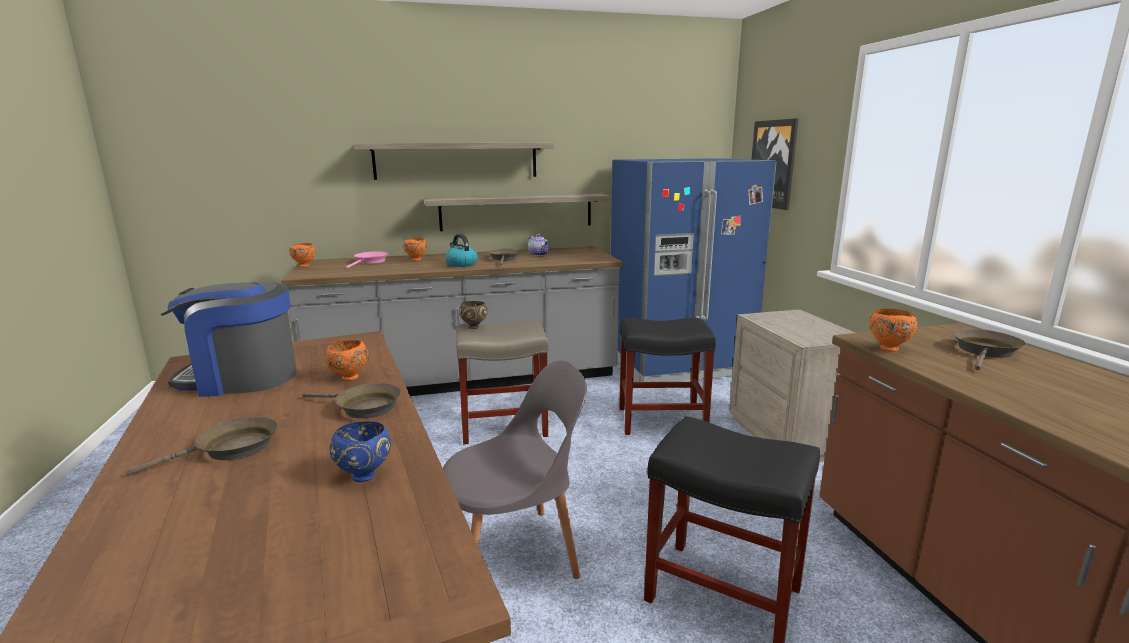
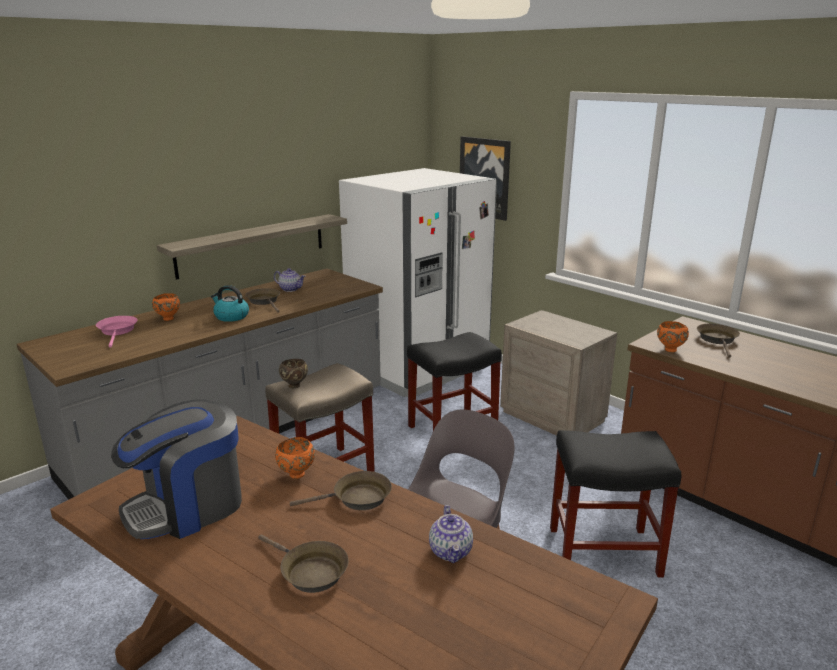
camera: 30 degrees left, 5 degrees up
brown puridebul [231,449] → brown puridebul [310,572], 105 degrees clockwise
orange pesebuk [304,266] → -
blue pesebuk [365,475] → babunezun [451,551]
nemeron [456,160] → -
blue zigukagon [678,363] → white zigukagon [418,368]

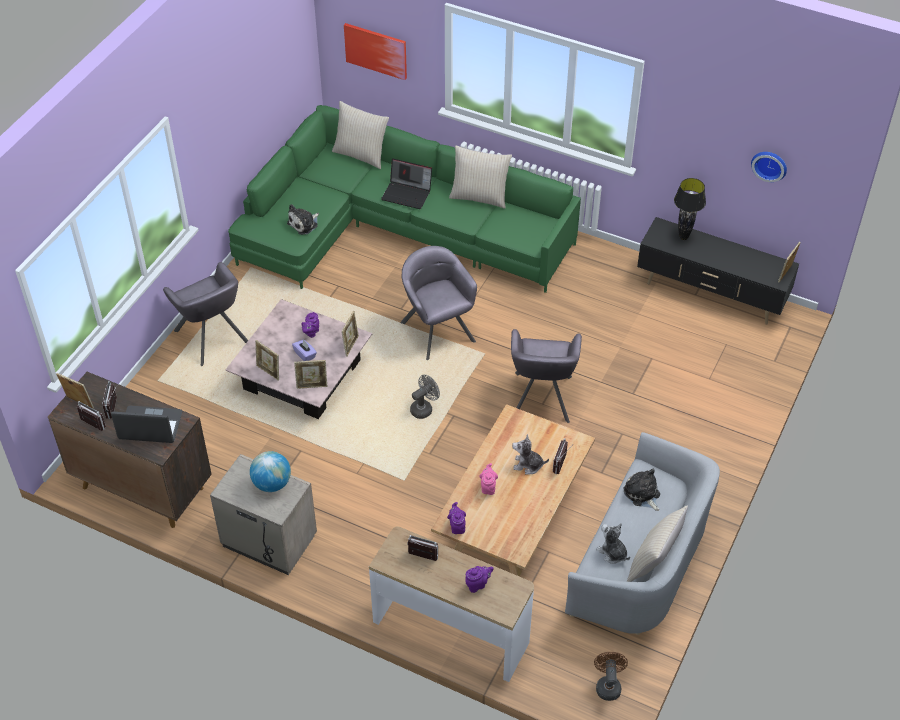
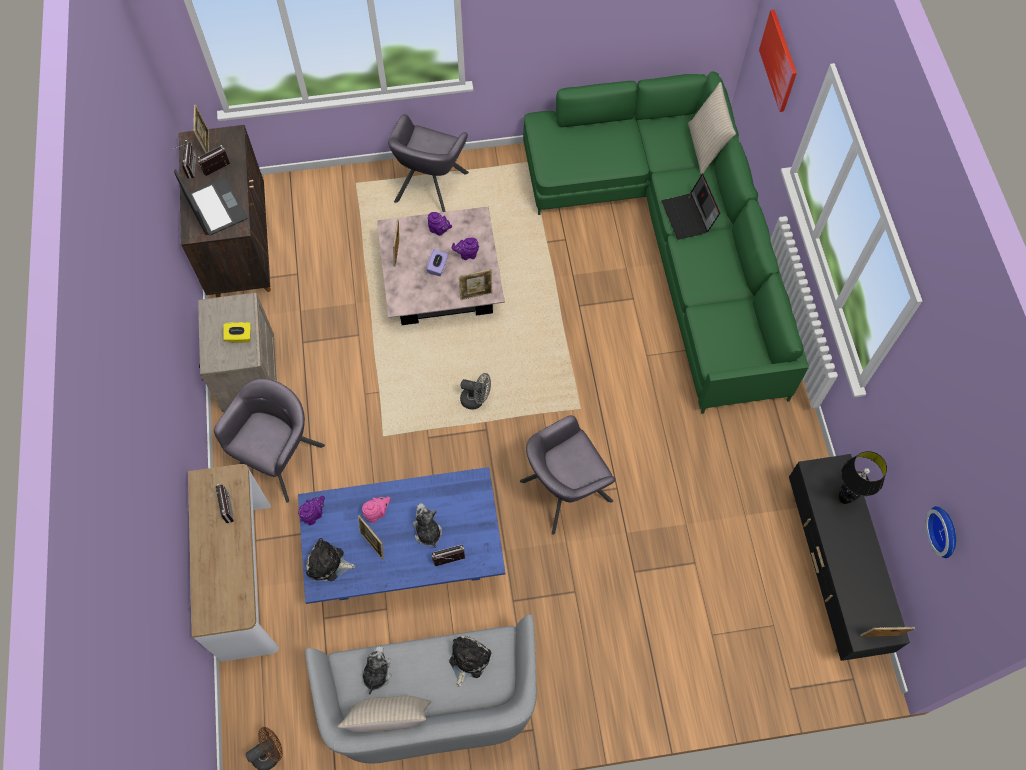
camera: 55 degrees right, 15 degrees up
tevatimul [272,483] → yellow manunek [239,337]
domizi [304,224] → domizi [328,564], relocated
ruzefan [312,386] → ruzefan [373,544], relocated
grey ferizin [438,331] → grey ferizin [280,459], relocated
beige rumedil [513,516] → blue rumedil [405,553]
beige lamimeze [479,197] → -
purple babunezun [477,584] → purple babunezun [439,230], relocated

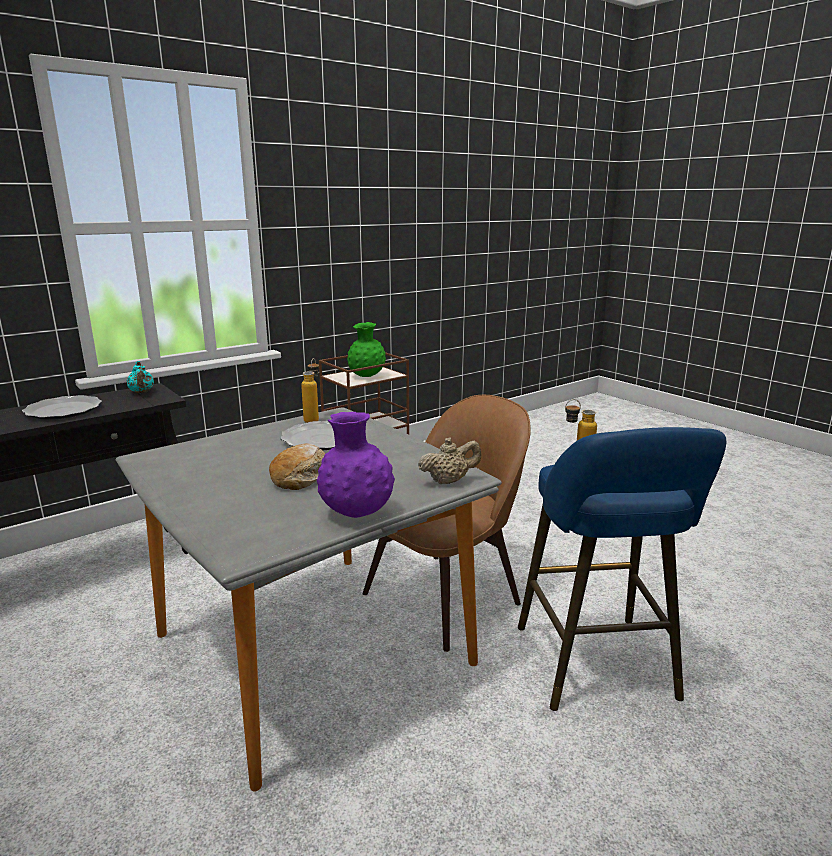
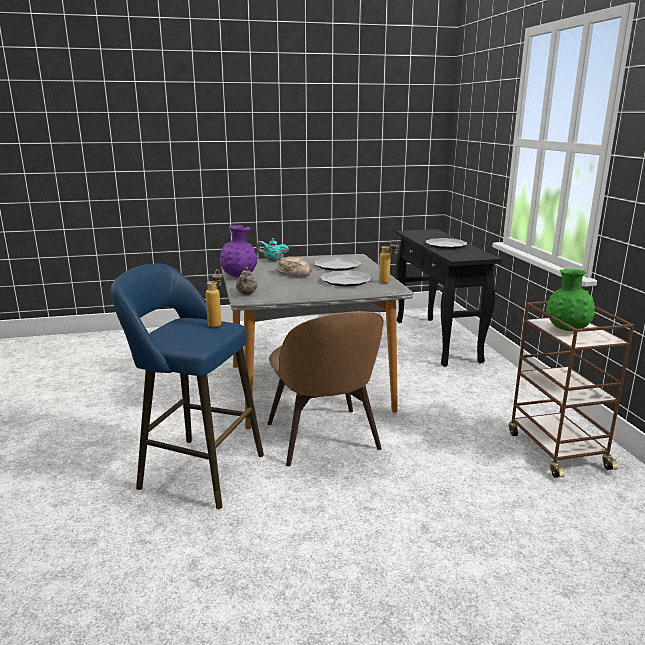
camera: 115 degrees right, 0 degrees up
turquoise babunezun [142,392] → turquoise babunezun [272,260], relocated
- → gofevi [337,266]

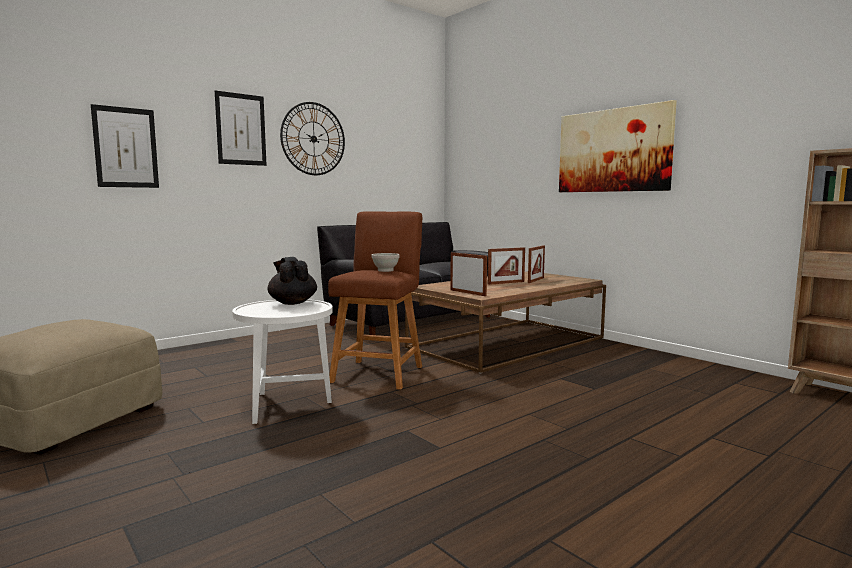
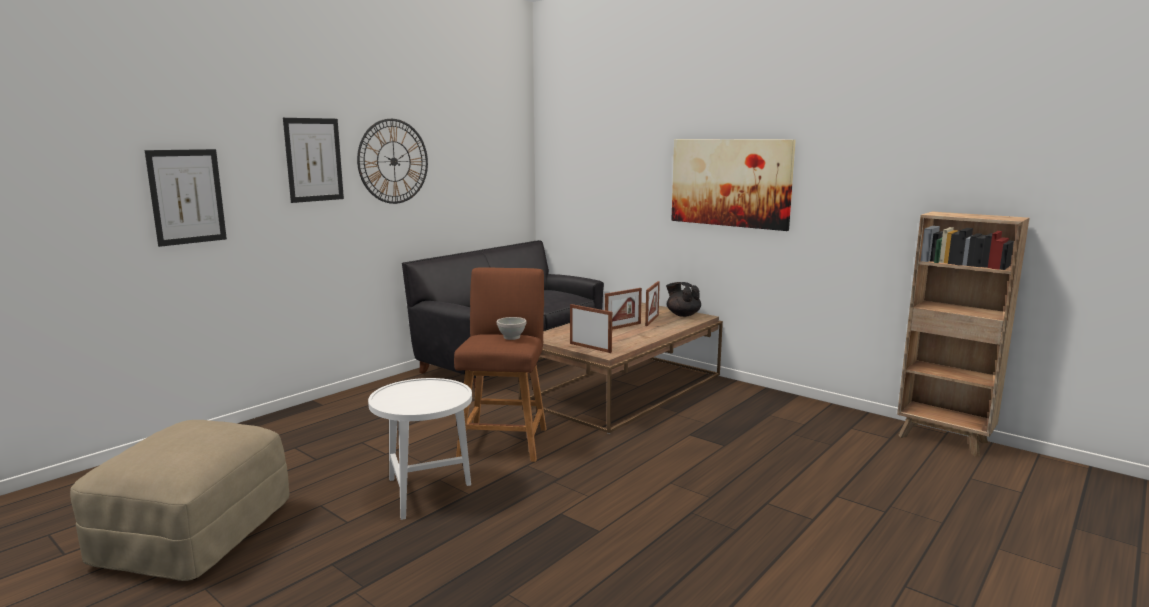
camera: 10 degrees left, 5 degrees up
black babunezun [292,303] → black babunezun [682,315], relocated

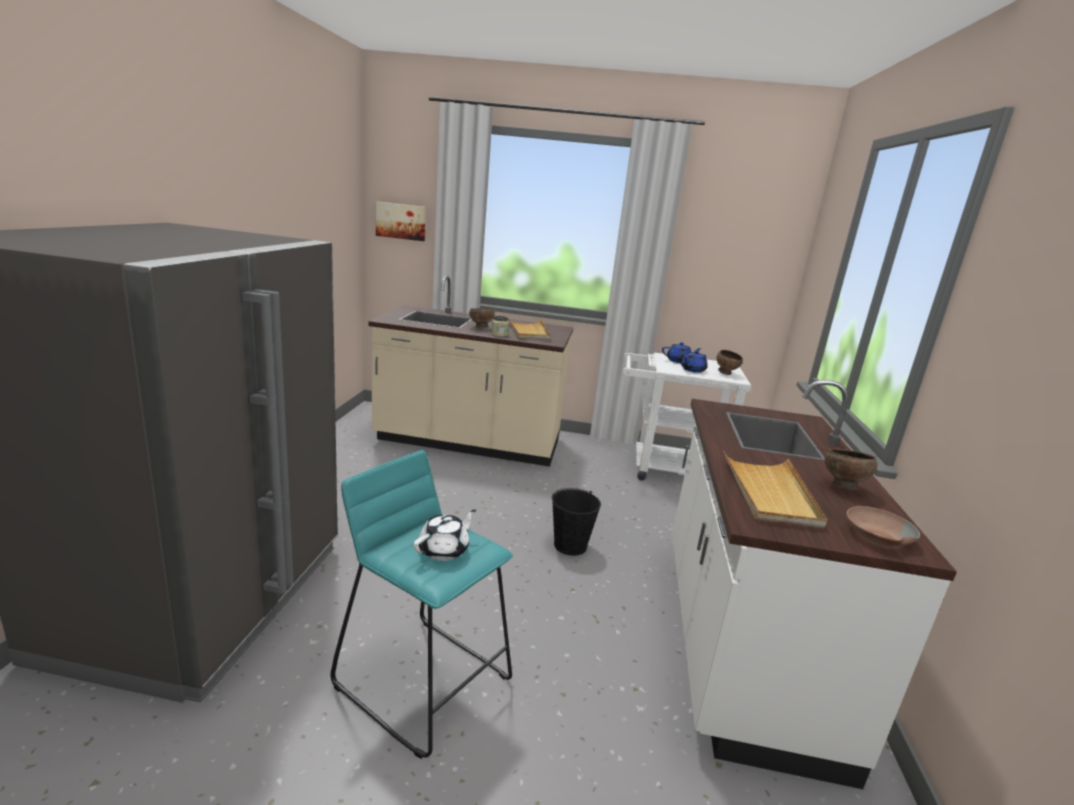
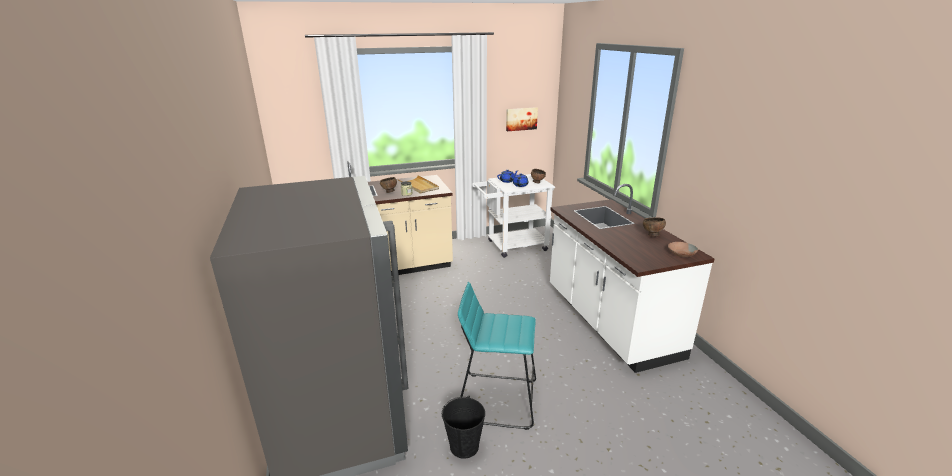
camera: 25 degrees left, 5 degrees up
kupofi [401,221] → kupofi [521,119], relocated
white babunezun [444,550] → -
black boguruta [570,545] → black boguruta [464,446], relocated
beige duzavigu [769,492] → -

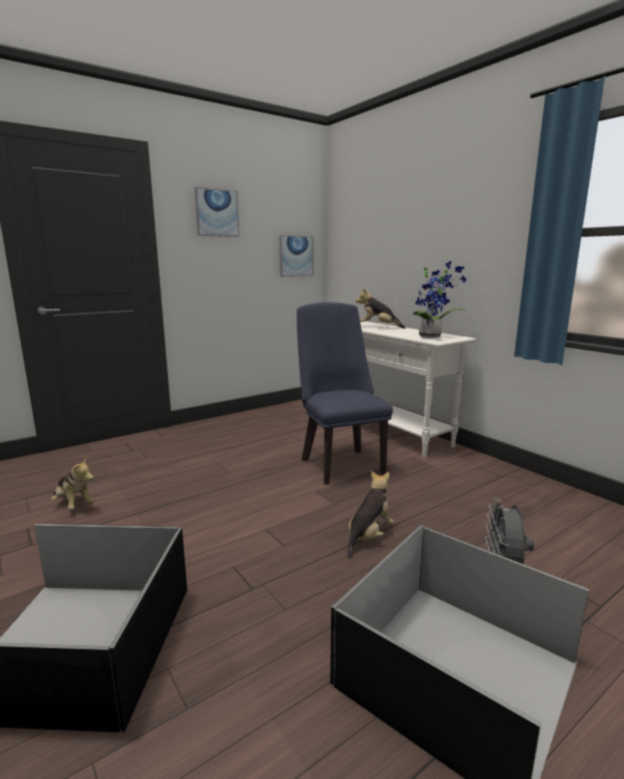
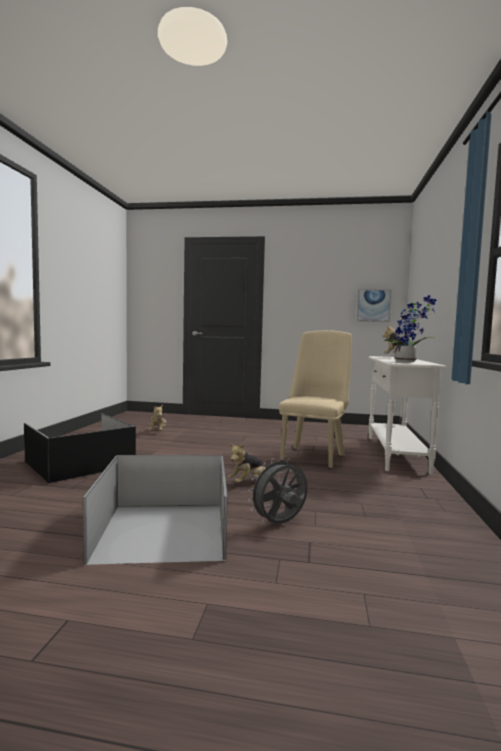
camera: 45 degrees right, 10 degrees down
kupofi [217,213] → -
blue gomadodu [339,463] → beige gomadodu [313,455]
domizi [369,536] → domizi [249,482], 150 degrees clockwise

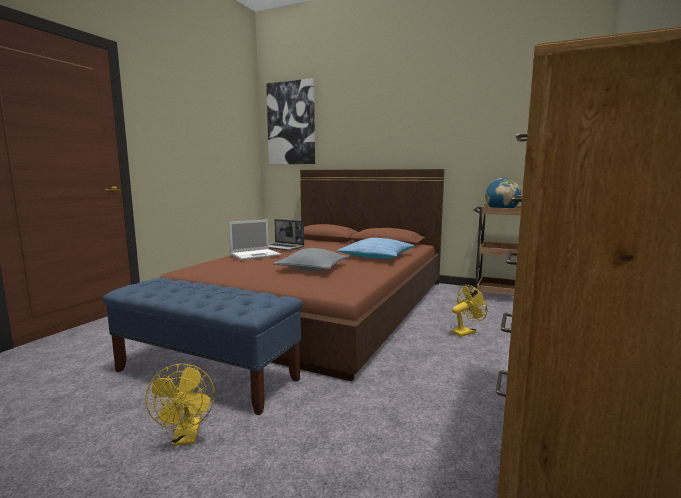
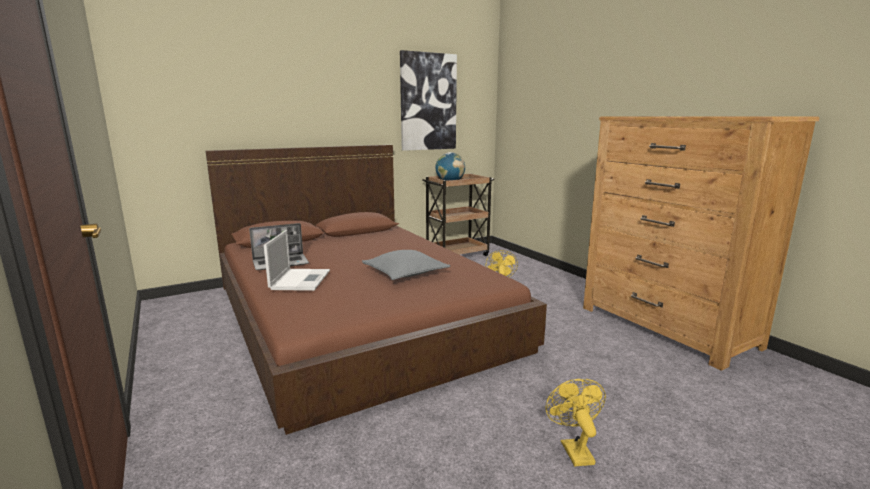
camera: 55 degrees left, 5 degrees up
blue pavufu [206,375] → -
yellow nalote [186,437] → yellow nalote [574,449], 120 degrees counterclockwise
kupofi [291,123] → kupofi [428,102], relocated
lamimeze [376,256] → -

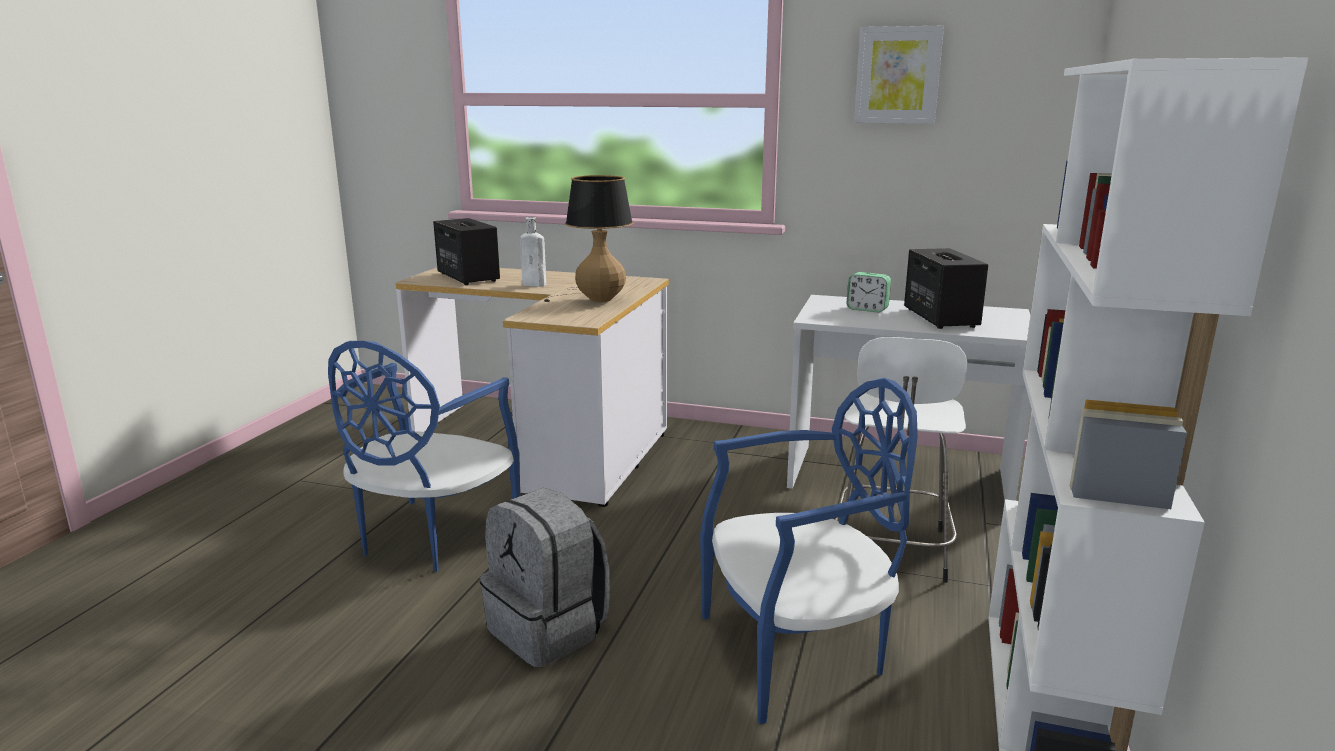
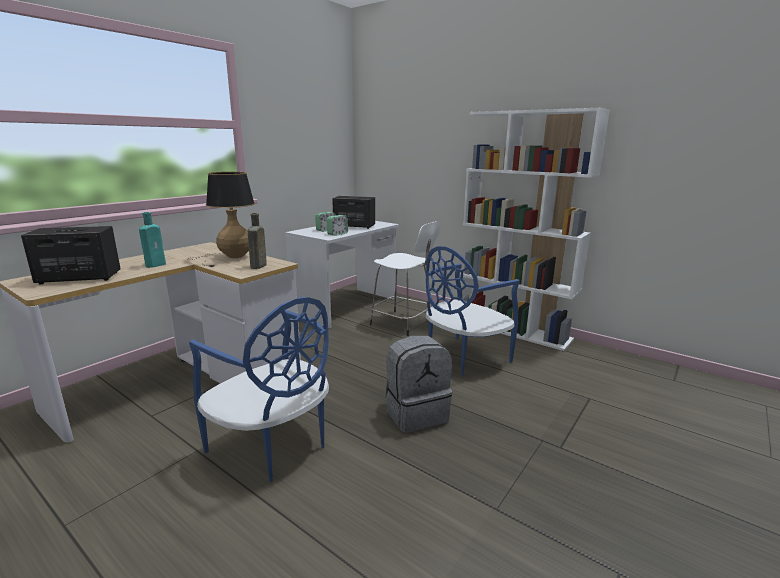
camera: 70 degrees left, 0 degrees up
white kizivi [536,285] → turquoise kizivi [157,264]
blue gomadodu [797,653] → blue gomadodu [463,357], 135 degrees counterclockwise
kupofi [897,75] → -
- → brown kizivi [258,266]
- → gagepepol [337,234]

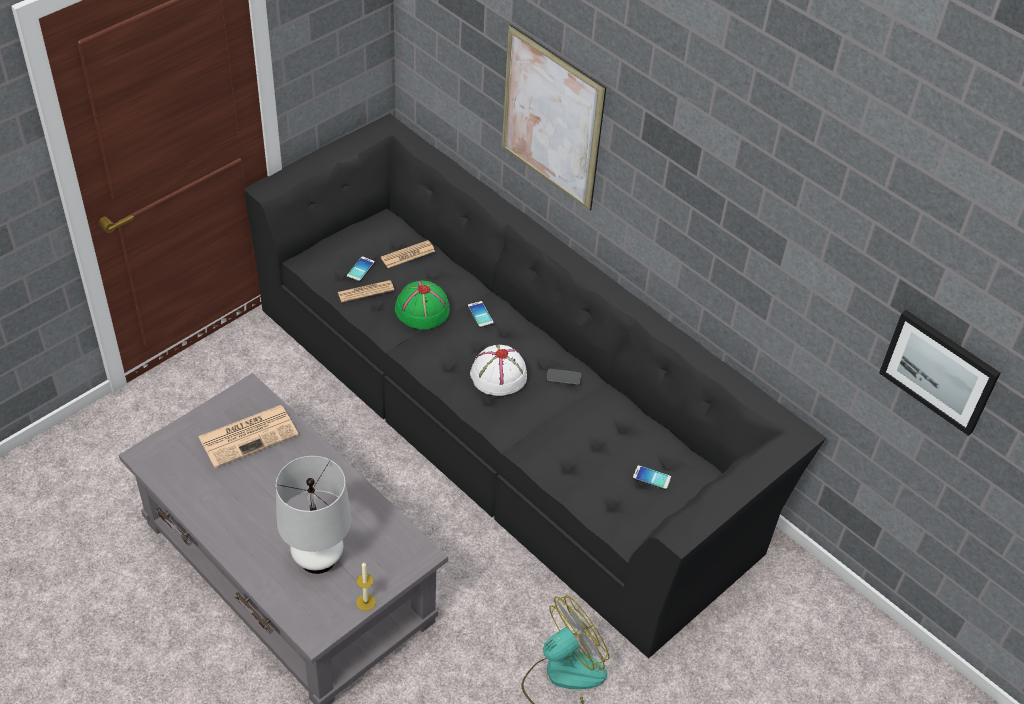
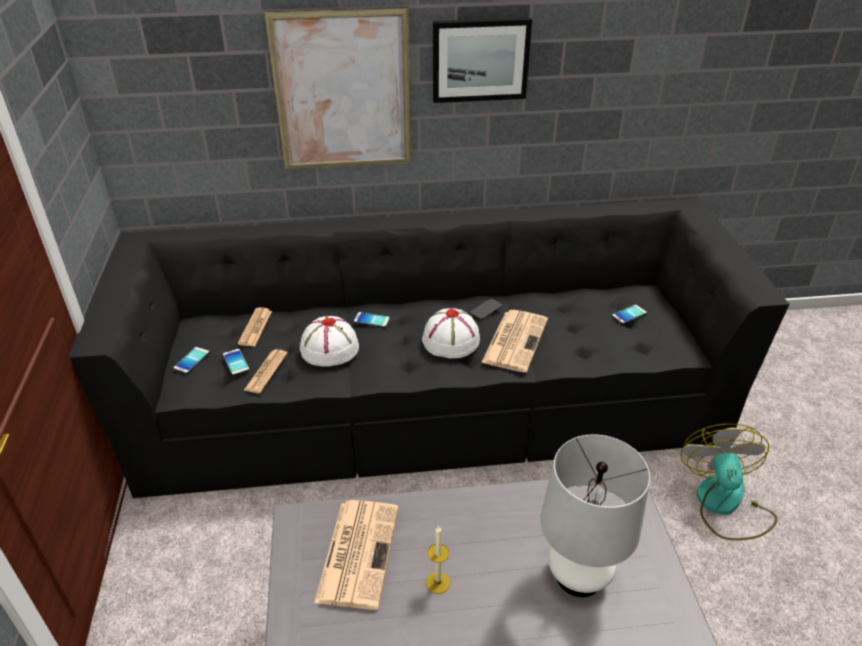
camera: 50 degrees left, 10 degrees down
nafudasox [366,602] → nafudasox [438,582], relocated
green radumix [421,310] → white radumix [329,348]
kupofi [939,371] → kupofi [480,60], relocated
- → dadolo [192,360]
- → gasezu [515,340]

